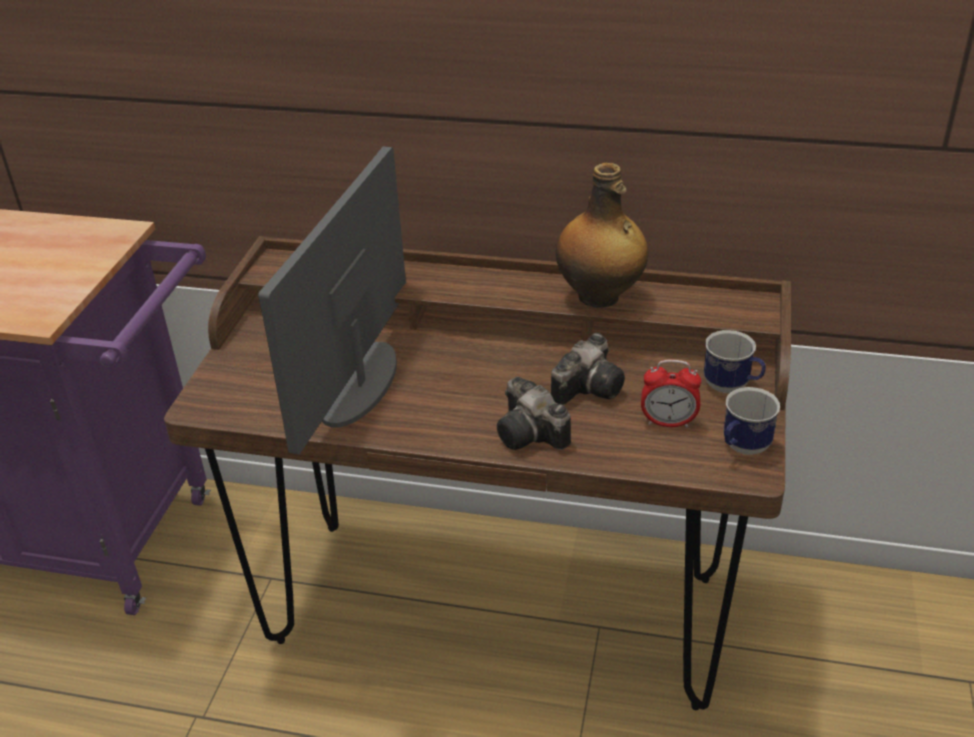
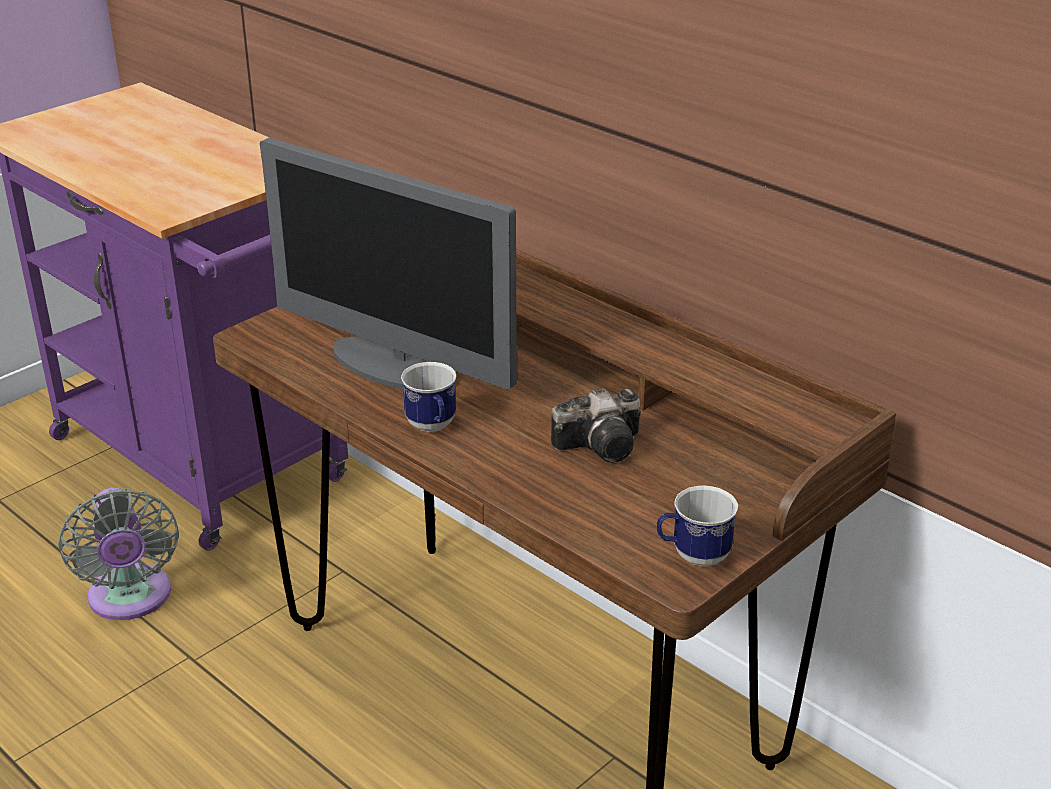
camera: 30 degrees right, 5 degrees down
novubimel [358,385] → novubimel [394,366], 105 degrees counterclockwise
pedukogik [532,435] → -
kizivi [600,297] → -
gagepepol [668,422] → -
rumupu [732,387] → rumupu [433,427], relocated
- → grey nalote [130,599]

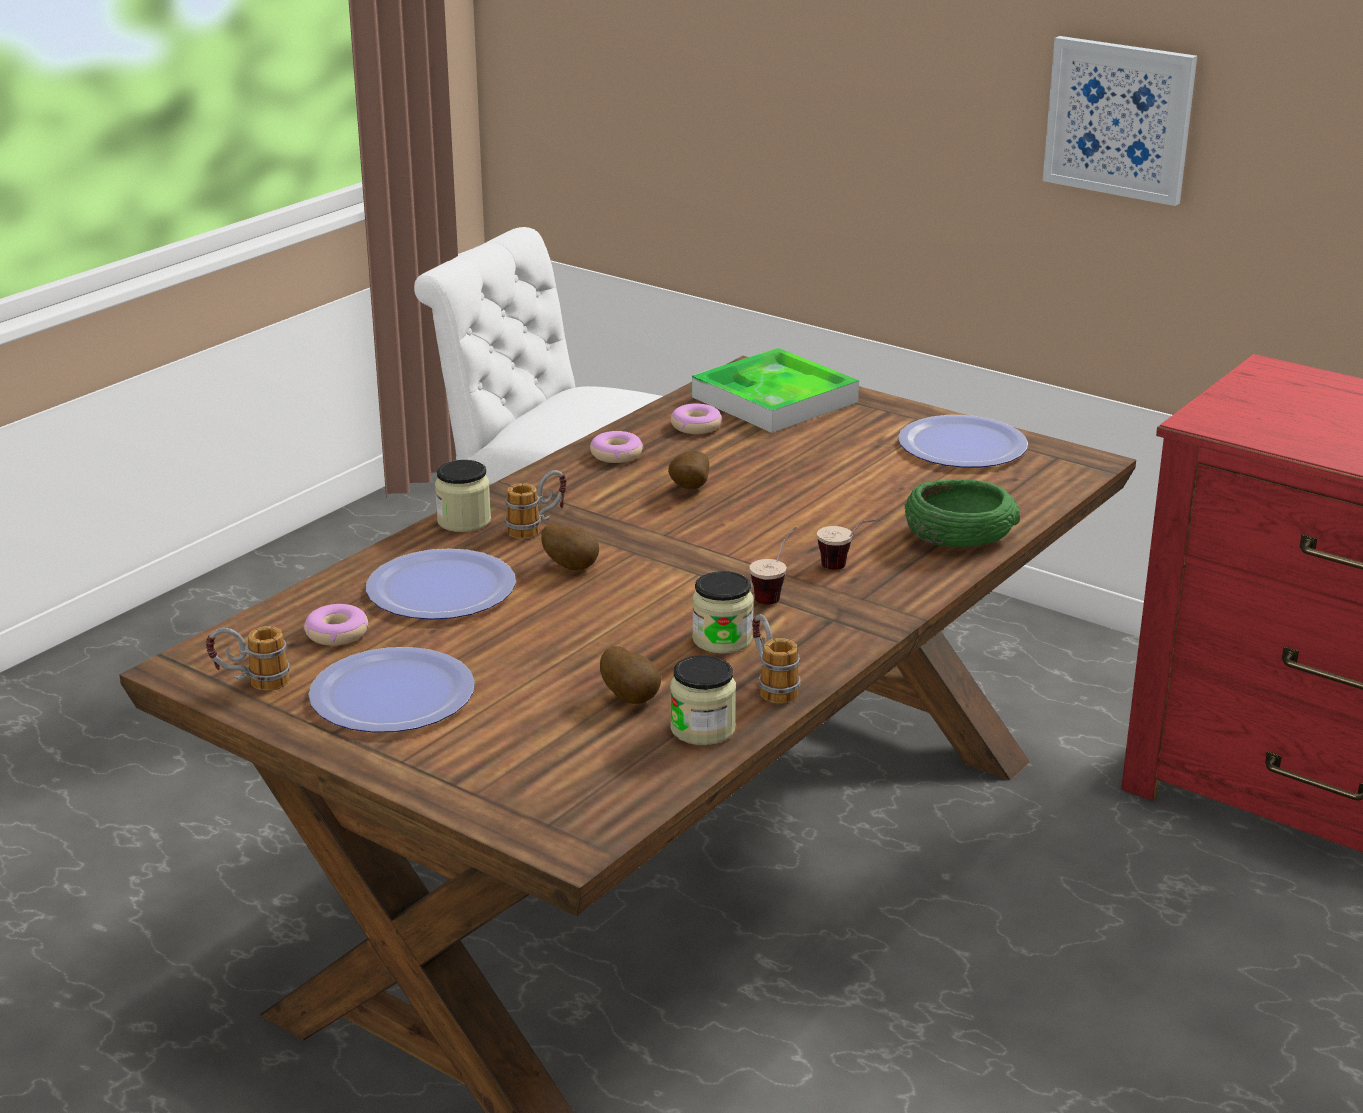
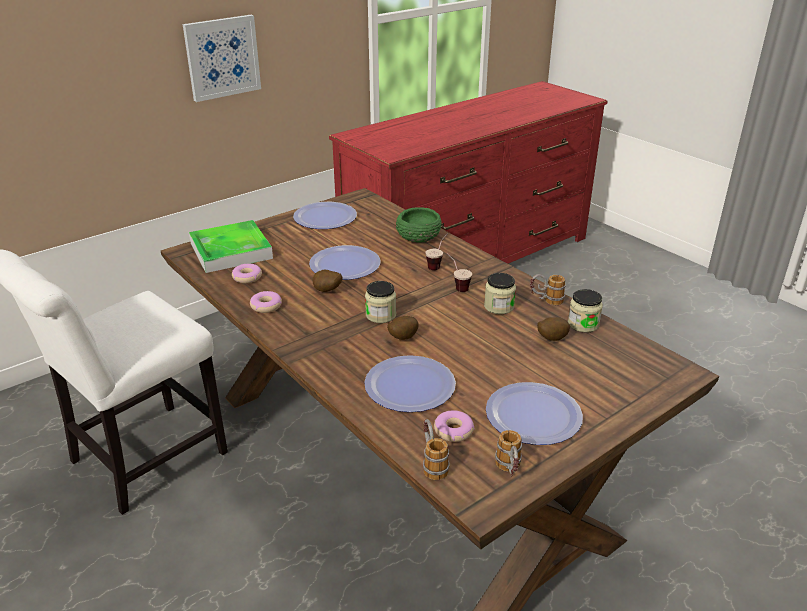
camera: 75 degrees left, 5 degrees up
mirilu [464,521] → mirilu [381,315], relocated
rumupu [537,528] → rumupu [432,463], relocated
- → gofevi [345,264]

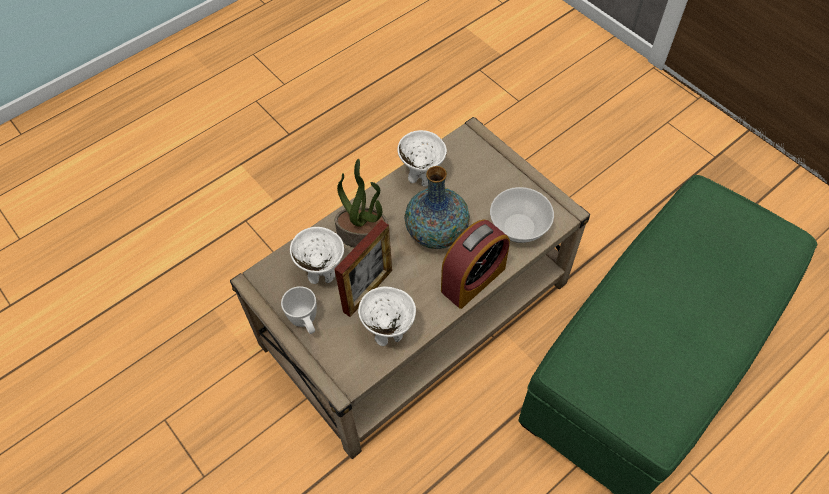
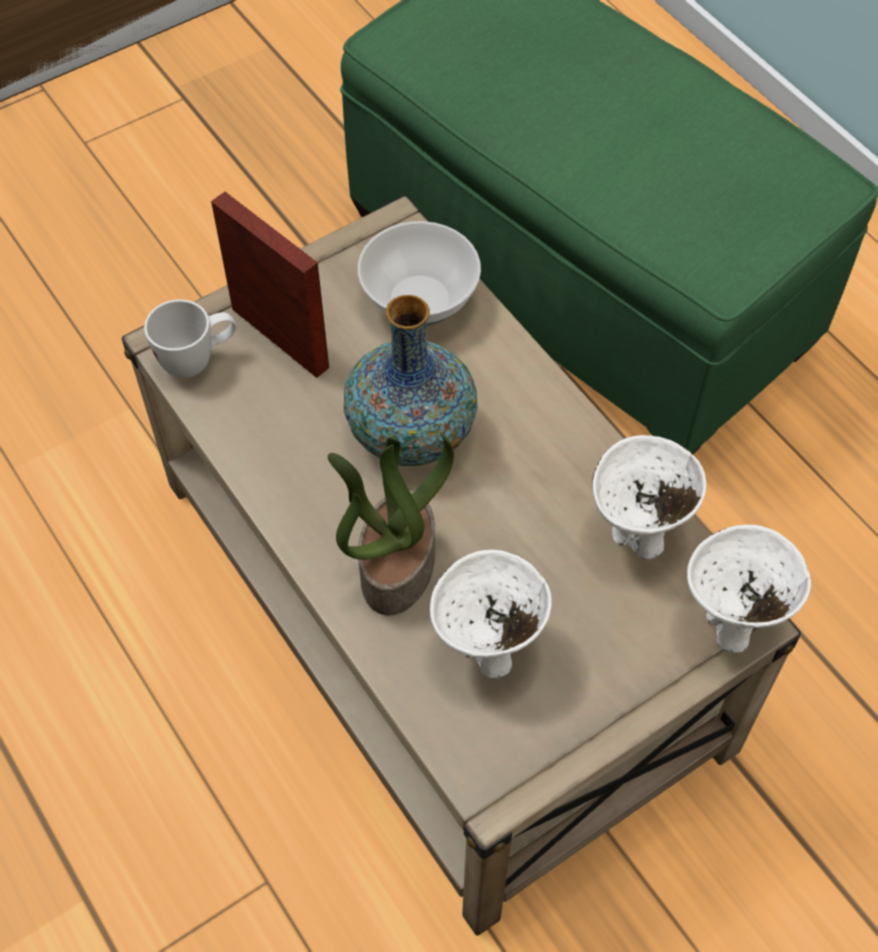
camera: 85 degrees left, 0 degrees up
white rumupu [306,322] → white rumupu [198,360], relocated
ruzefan [368,291] → ruzefan [280,338], relocated
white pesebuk [421,177] → white pesebuk [731,624], relocated
gagepepol [473,279] → -

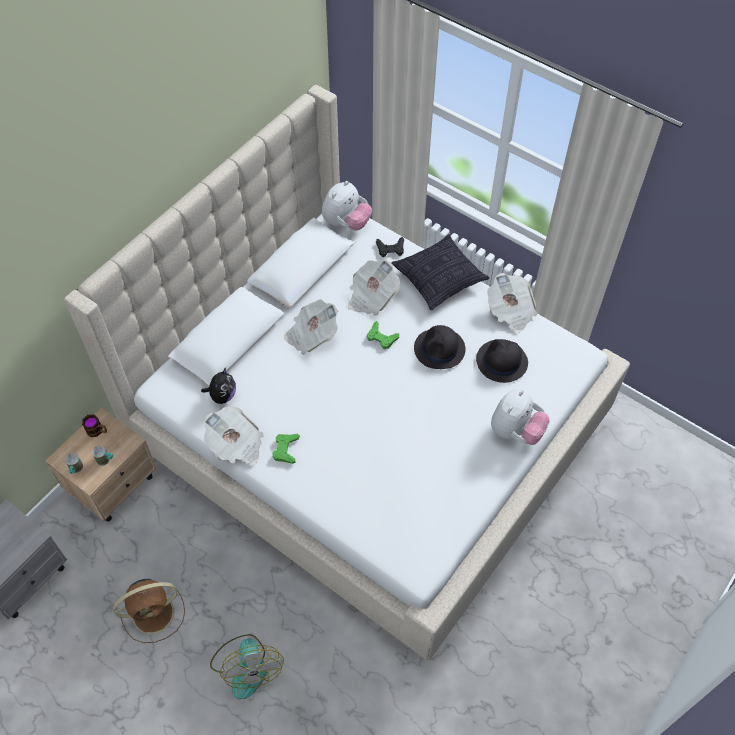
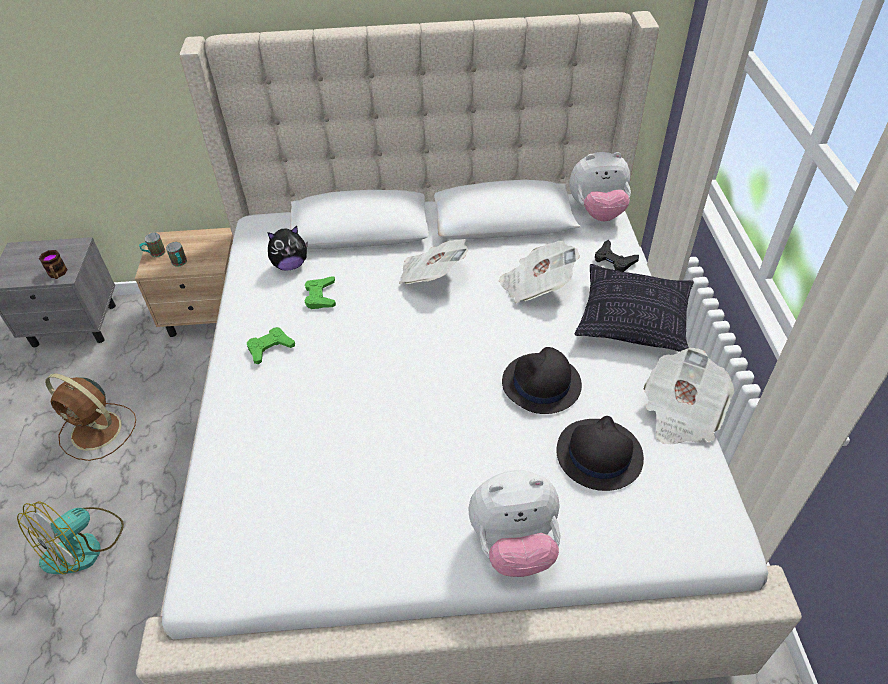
camera: 50 degrees right, 10 degrees down
rumupu [97,431] → rumupu [57,274], relocated
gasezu [236,445] → -
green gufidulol [381,338] → green gufidulol [320,296], relocated

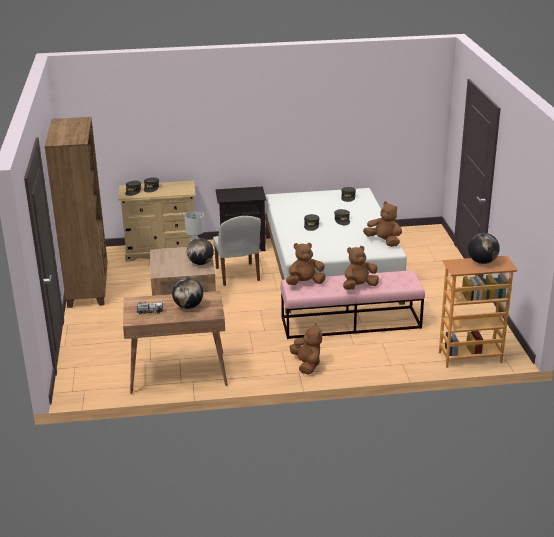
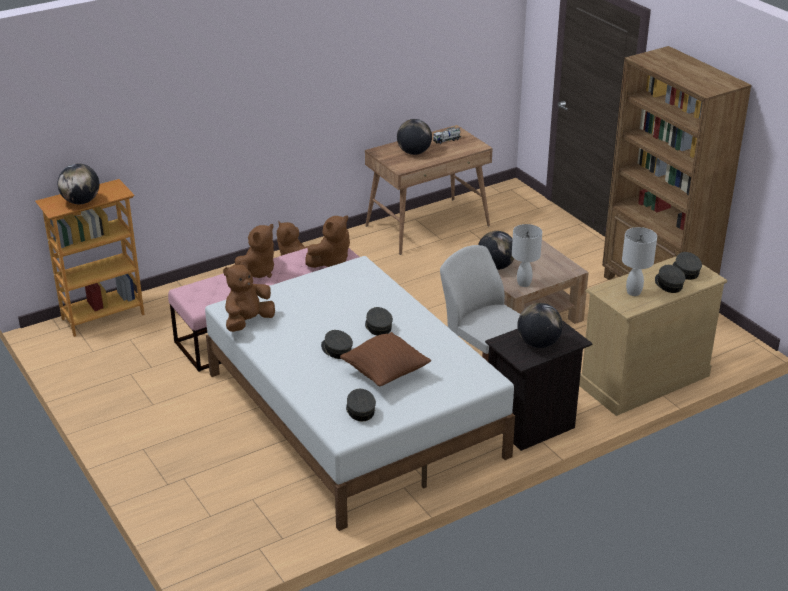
camera: 155 degrees right, 5 degrees up
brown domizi [384,241] → brown domizi [248,322], 120 degrees clockwise
- → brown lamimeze [385,373]
- → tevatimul [538,344]
- → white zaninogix [634,292]

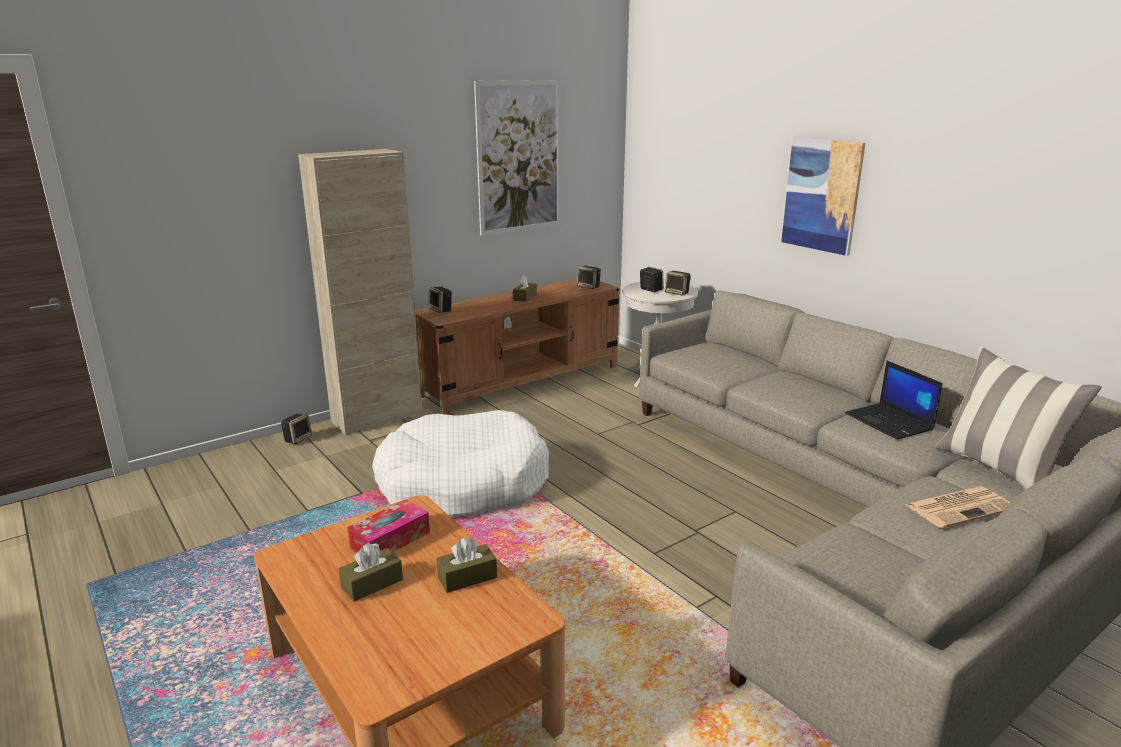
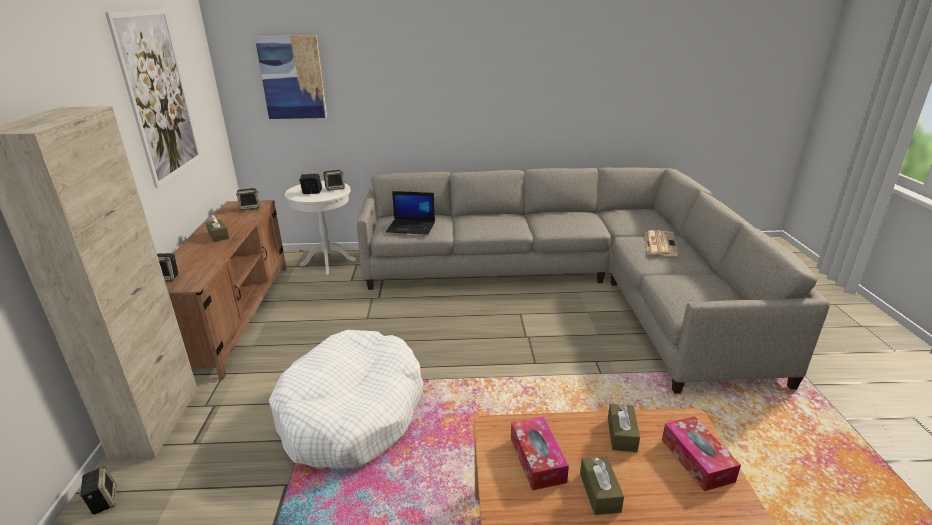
camera: 55 degrees left, 5 degrees up
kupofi [822,195] → kupofi [292,78], relocated
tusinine [890,422] → tusinine [412,227], relocated
lamimeze [998,470] → -
- → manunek [697,460]

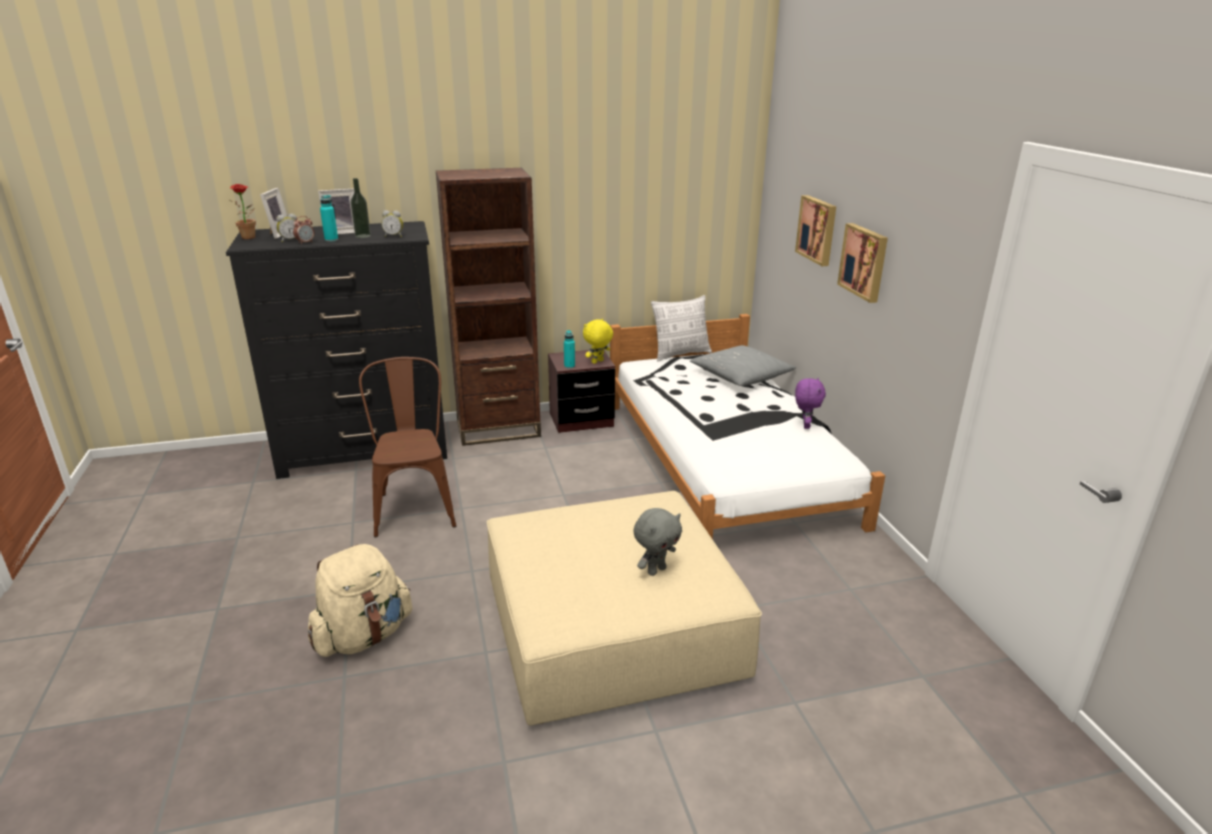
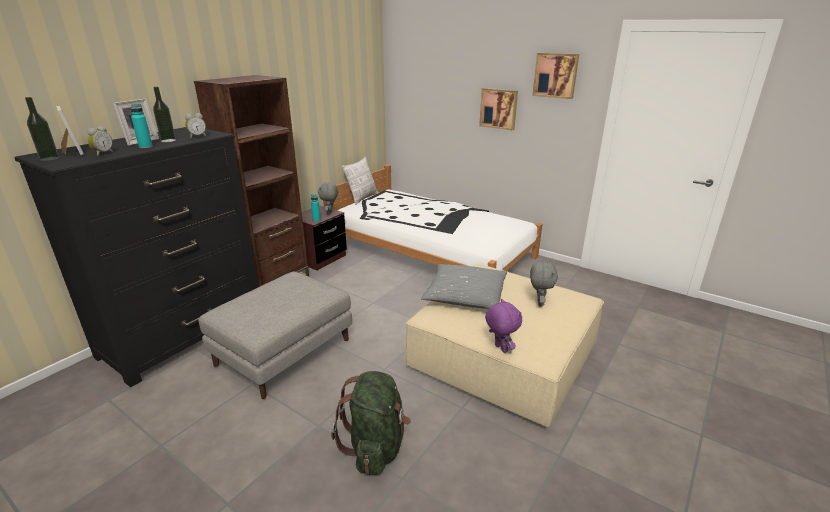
camera: 40 degrees left, 0 degrees up
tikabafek [250,238] → kizivi [49,159]
gagepepol [305,243] → -
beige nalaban [364,636] → green nalaban [376,446]
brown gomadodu [414,506] → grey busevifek [284,351]
yellow domizi [598,362] → grey domizi [330,213]
grey lamimeze [741,376] → grey lamimeze [465,296], relocated
kupofi [818,229] → kupofi [555,75], relocated
purple domizi [805,425] → purple domizi [500,348], relocated

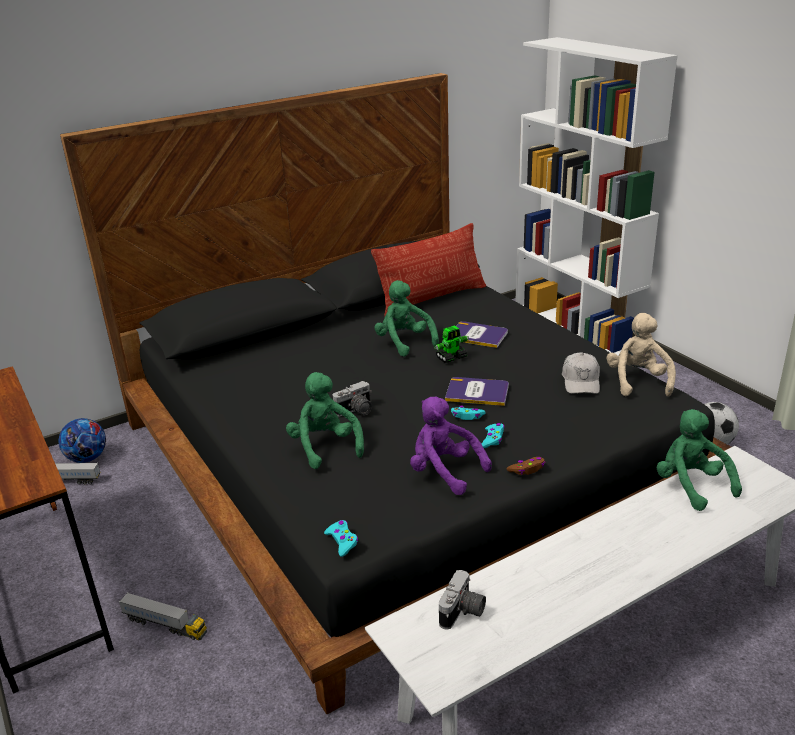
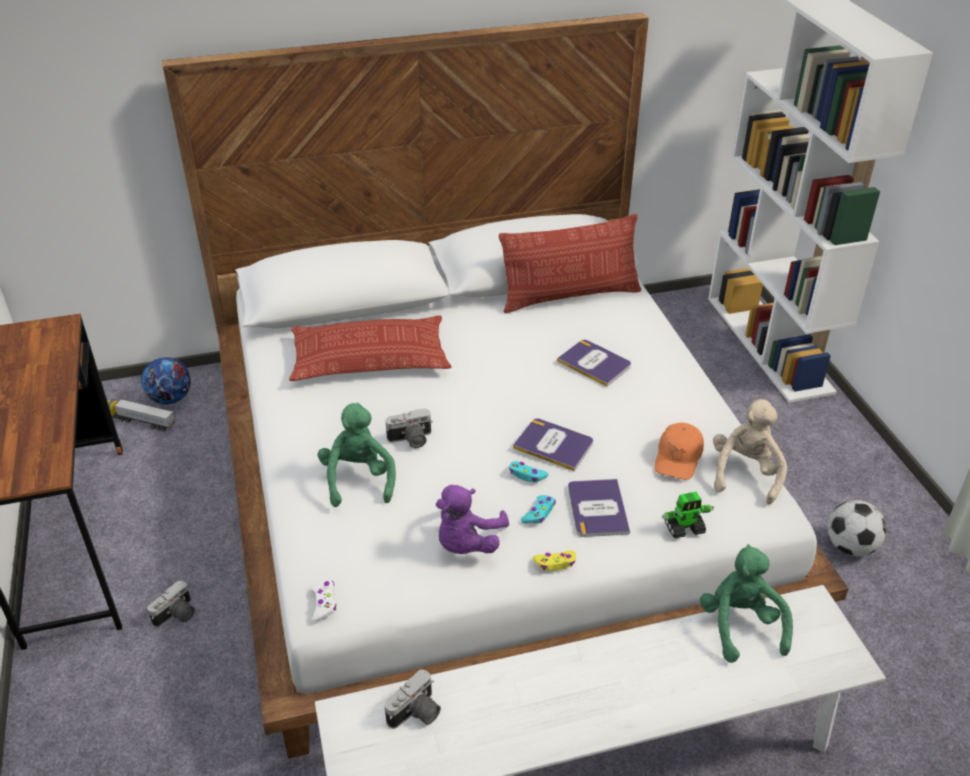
camera: 15 degrees right, 10 degrees up
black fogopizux [401,461] → white fogopizux [485,482]
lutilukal [165,625] → pedukogik [177,615]
turquoise gufidulol [342,541] → white gufidulol [324,603]
green domizi [404,342] → -
purple domizi [444,472] → purple domizi [467,543], 120 degrees counterclockwise
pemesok [451,357] → pemesok [685,528], relocated
brown gufidulol [527,469] → yellow gufidulol [555,563]
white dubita [581,381] → orange dubita [678,457]
- → lamimeze [370,358]
- → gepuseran [597,509]

